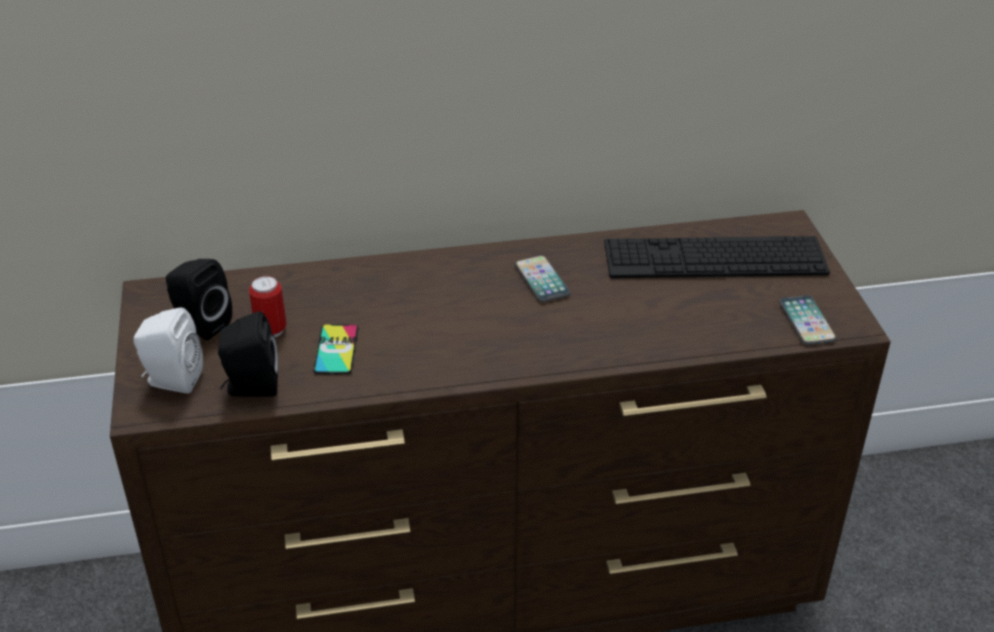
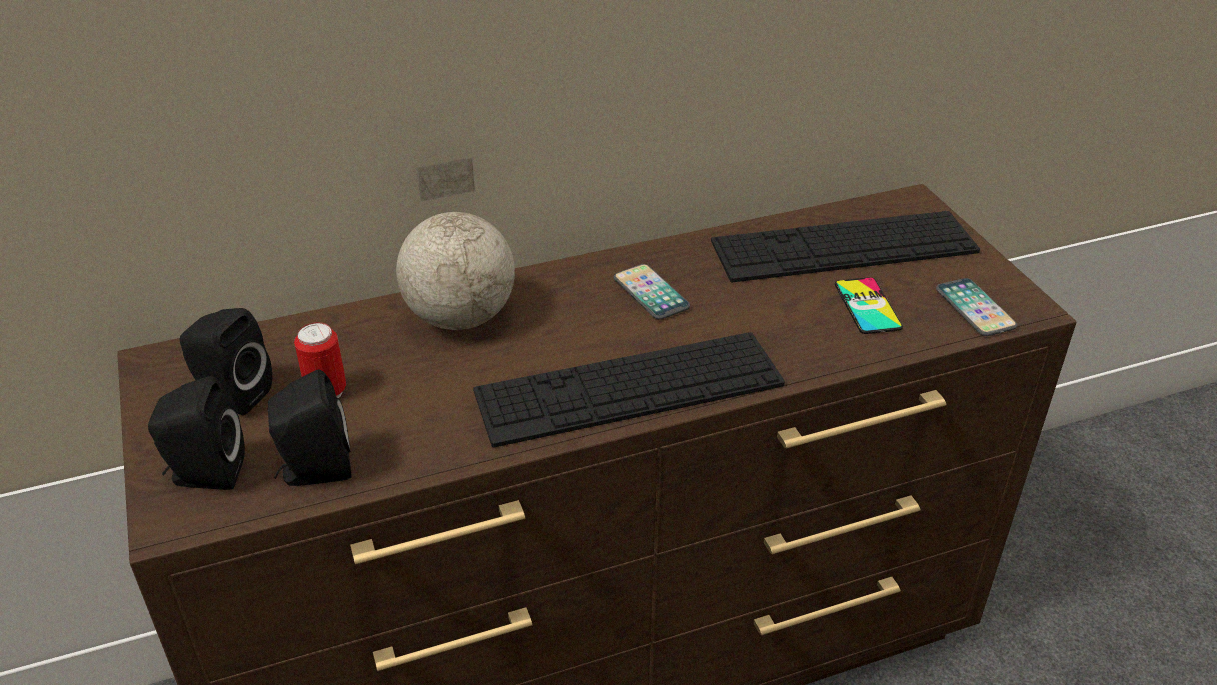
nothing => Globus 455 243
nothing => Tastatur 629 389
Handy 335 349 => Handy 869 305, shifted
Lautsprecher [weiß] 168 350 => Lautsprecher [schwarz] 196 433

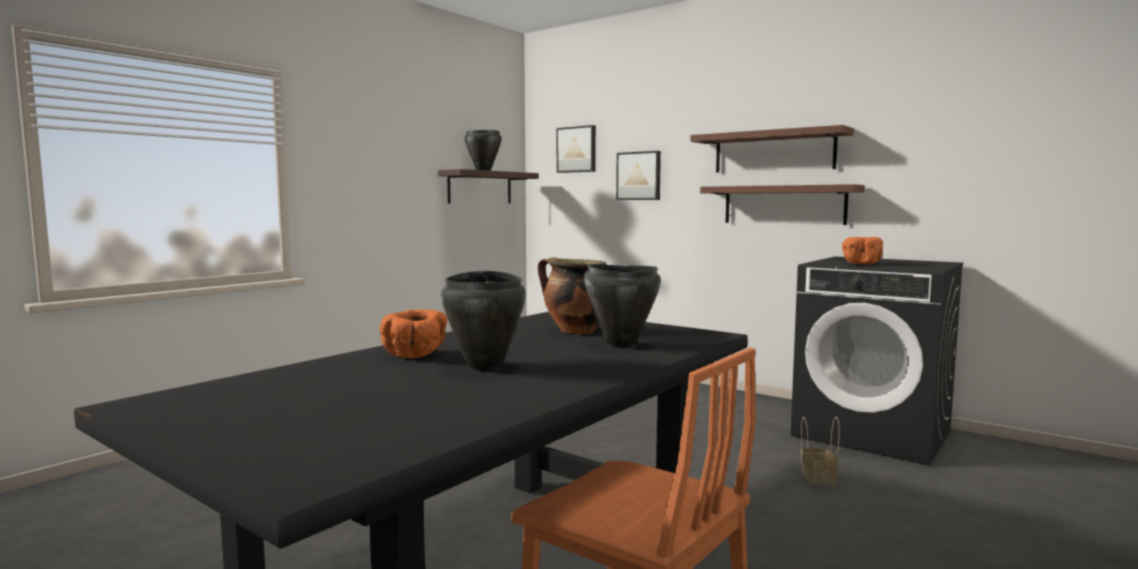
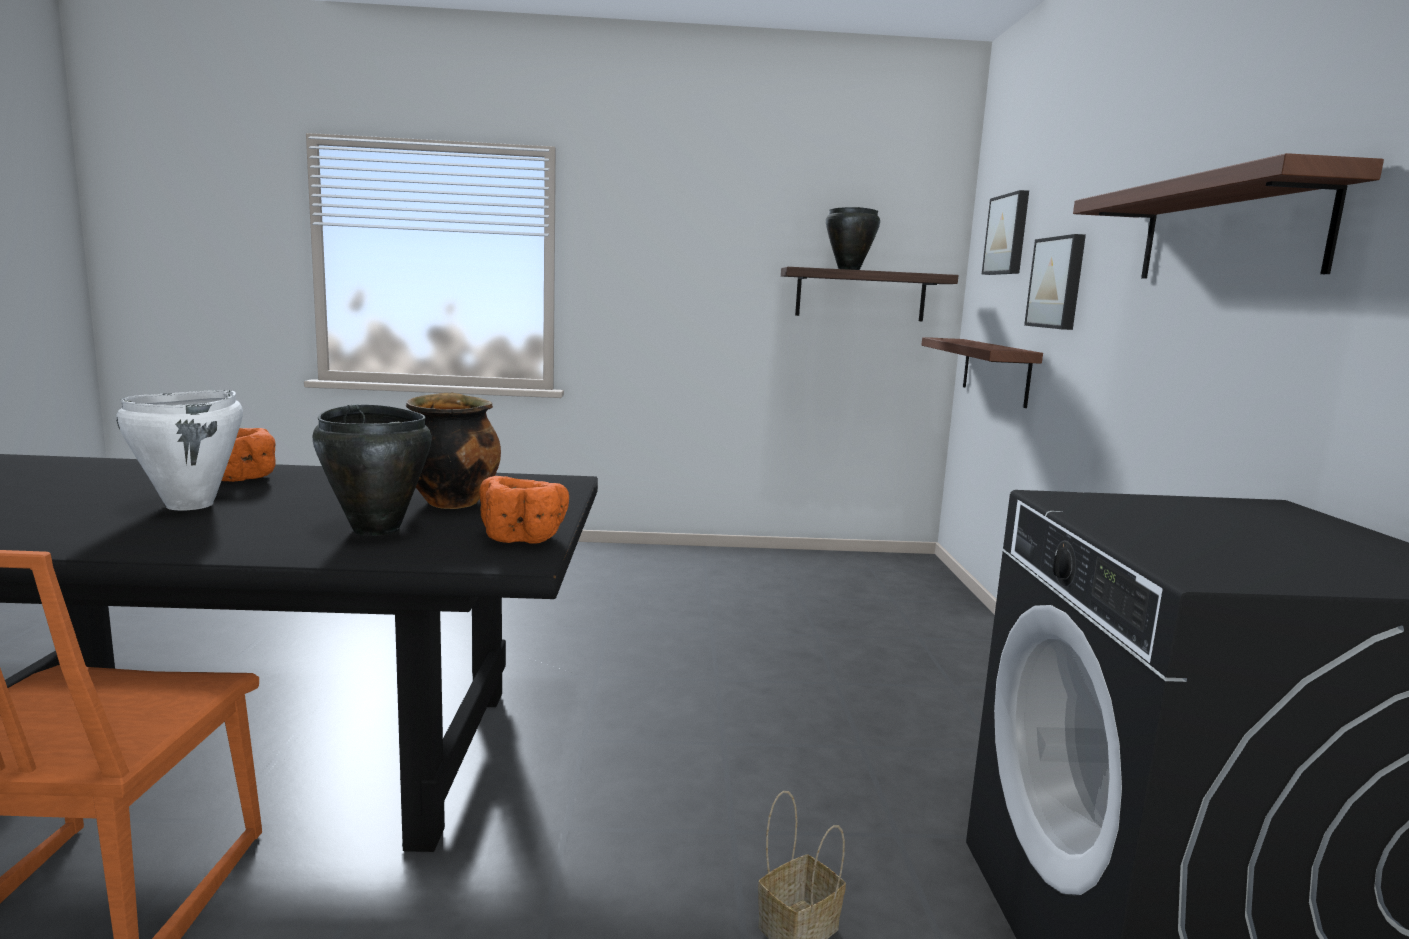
Wandregal 782 204 => Wandregal 982 372, shifted
Schüssel [orange] 862 250 => Schüssel [orange] 524 510, shifted
Kochtopf [schwarz] 483 320 => Kochtopf [weiß] 179 450

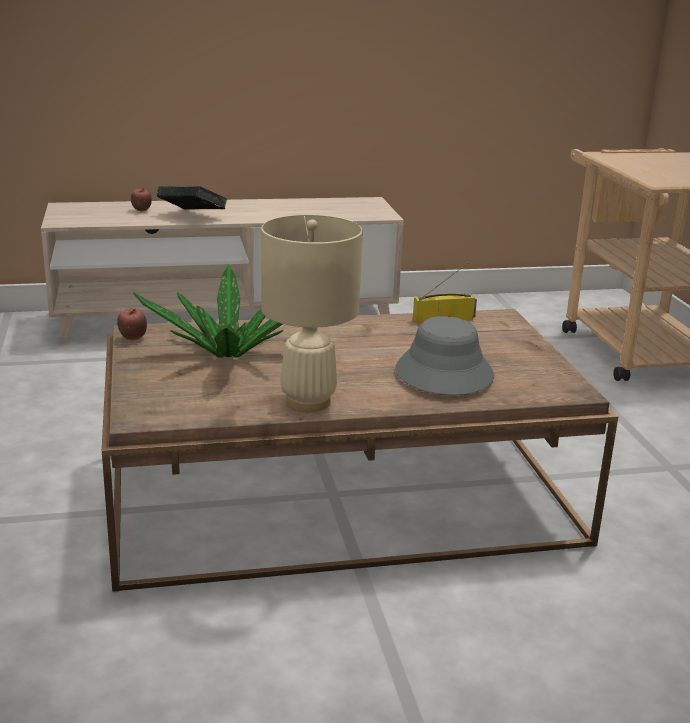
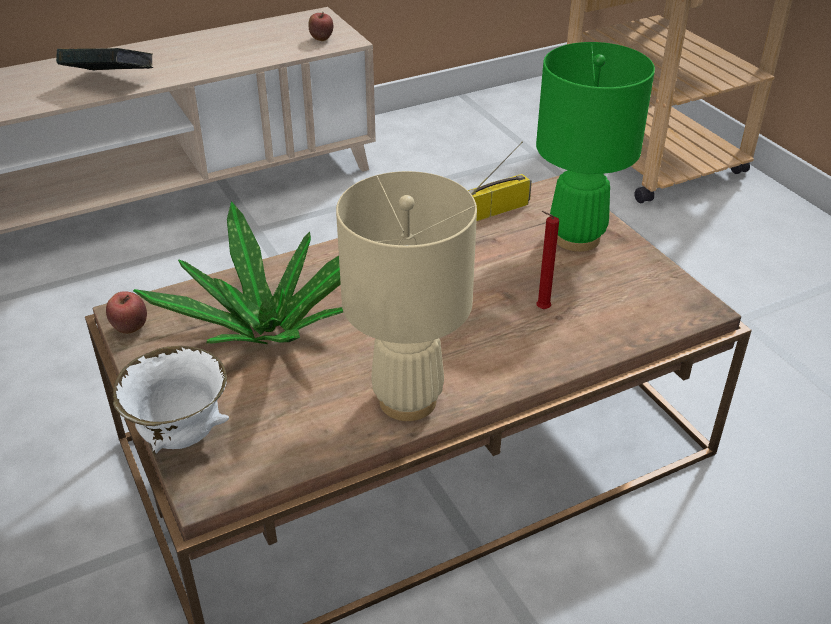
nothing => Schüssel [weiß] 171 400
nothing => Tischlampe [grün] 595 147
Apfel 141 199 => Apfel 320 26, shifted
Hut [grau] 444 355 => Kerze [rot] 547 260

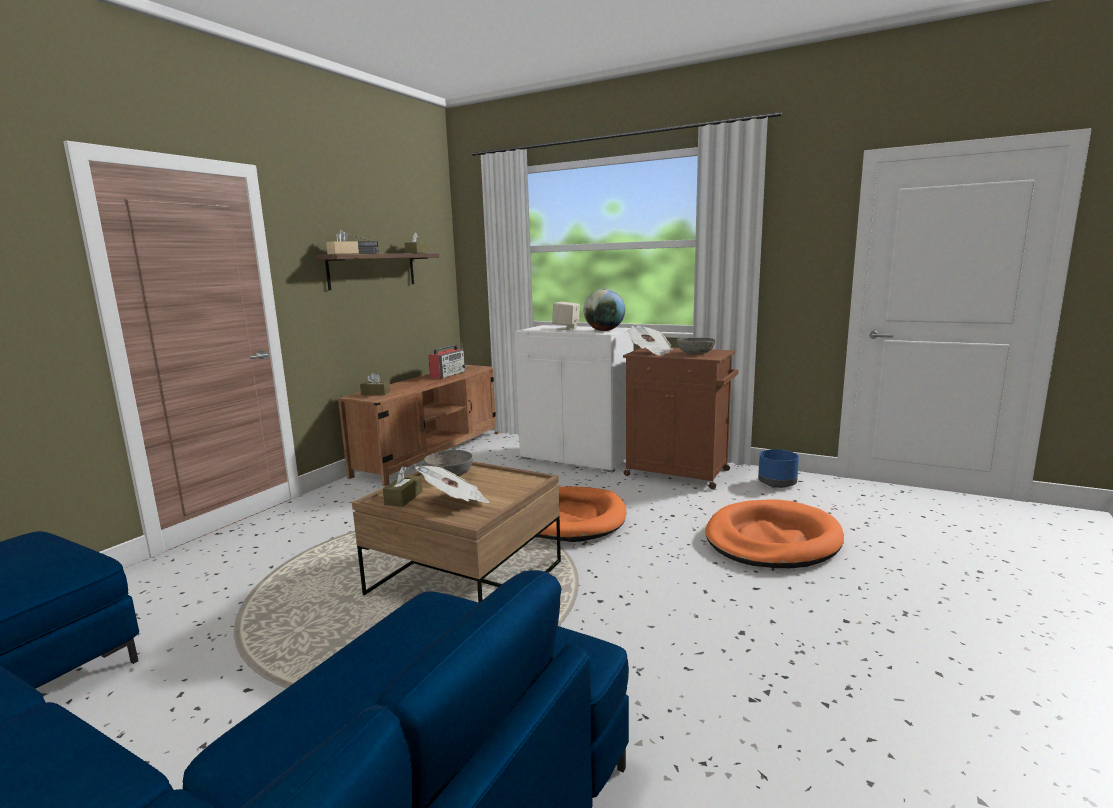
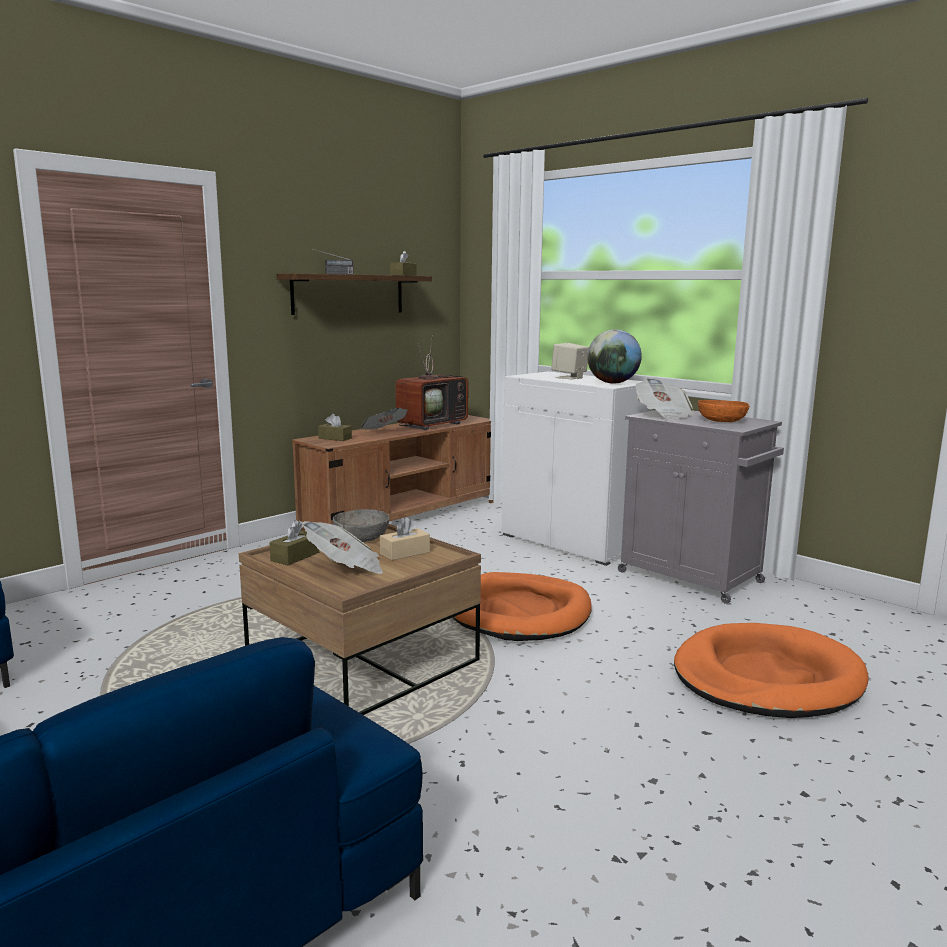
Pflanzkübel [blau] 778 468 => nothing
nothing => Zeitung 384 418
Taschentuchbox [beige] 342 242 => Taschentuchbox [beige] 405 538, shifted
Radio 447 361 => Fernseher 431 382
Schrank [braun] 680 418 => Schrank [grau] 701 507
Schüssel [grau] 696 346 => Schüssel [orange] 723 411

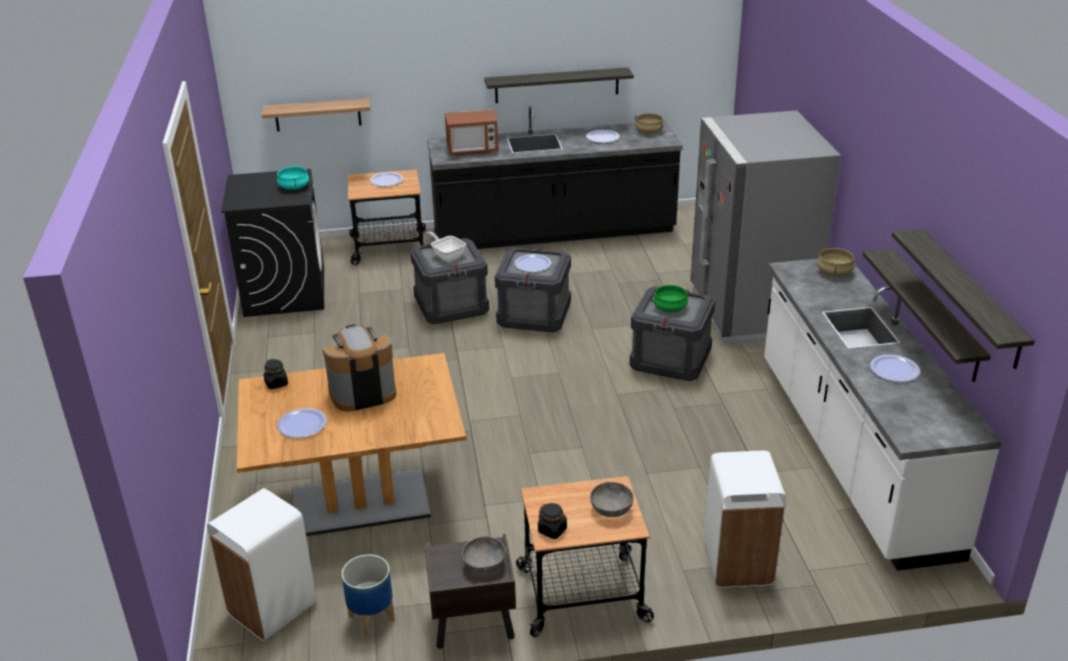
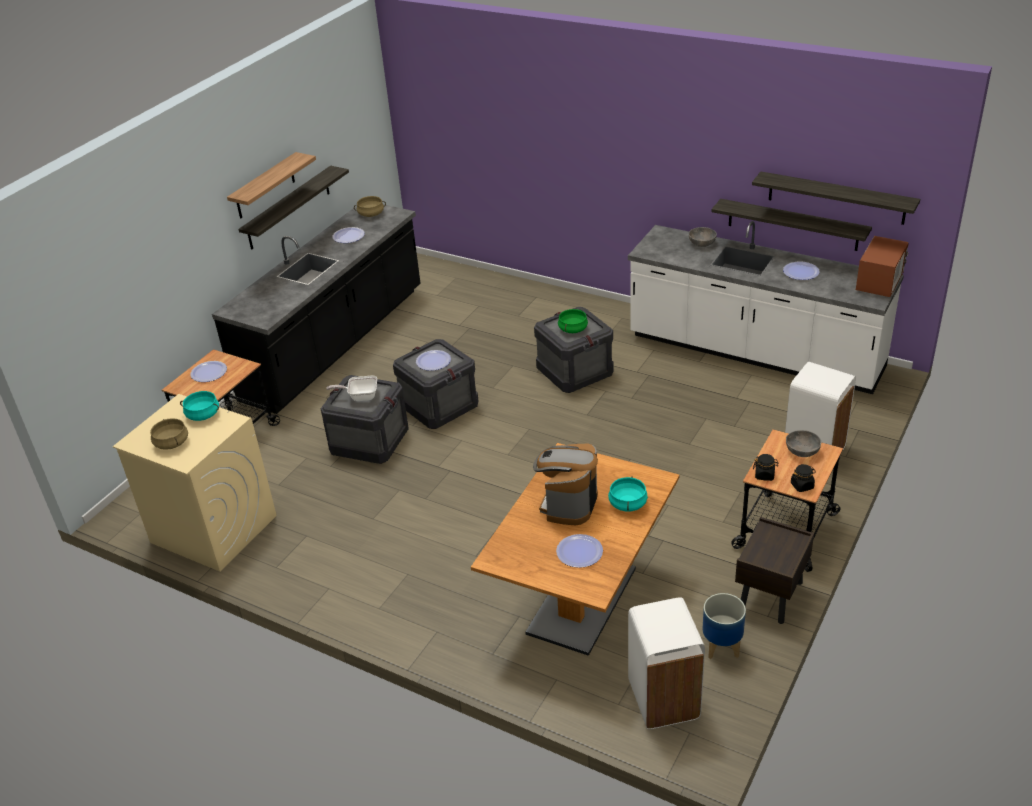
Kühlschrank [grau] 766 227 => nothing
nothing => Kochtopf [türkis] 628 494
Wandregal 316 115 => Wandregal 271 185, shifted
Vorratsglas [schwarz] 276 374 => Vorratsglas [schwarz] 765 467, shifted
Mikrowelle 471 132 => Mikrowelle 882 266, shifted
Schüssel [grau] 484 555 => Schüssel [grau] 703 237, shifted
Kochtopf [beige] 836 262 => Kochtopf [beige] 169 434, shifted
Waschmaschine [schwarz] 272 243 => Waschmaschine [beige] 194 482

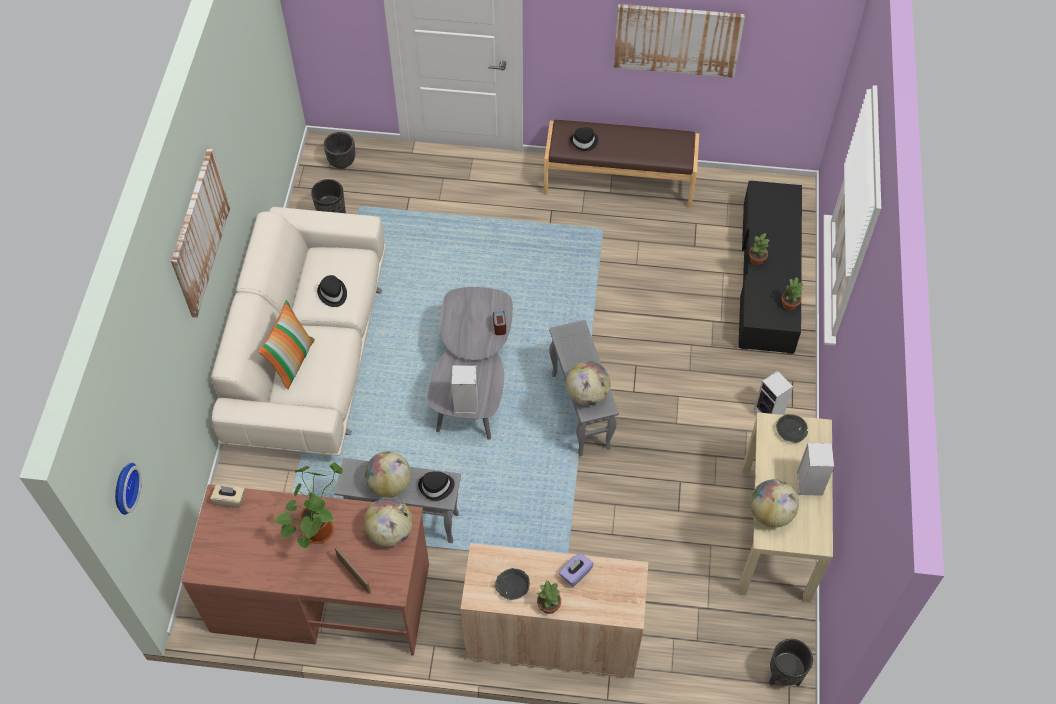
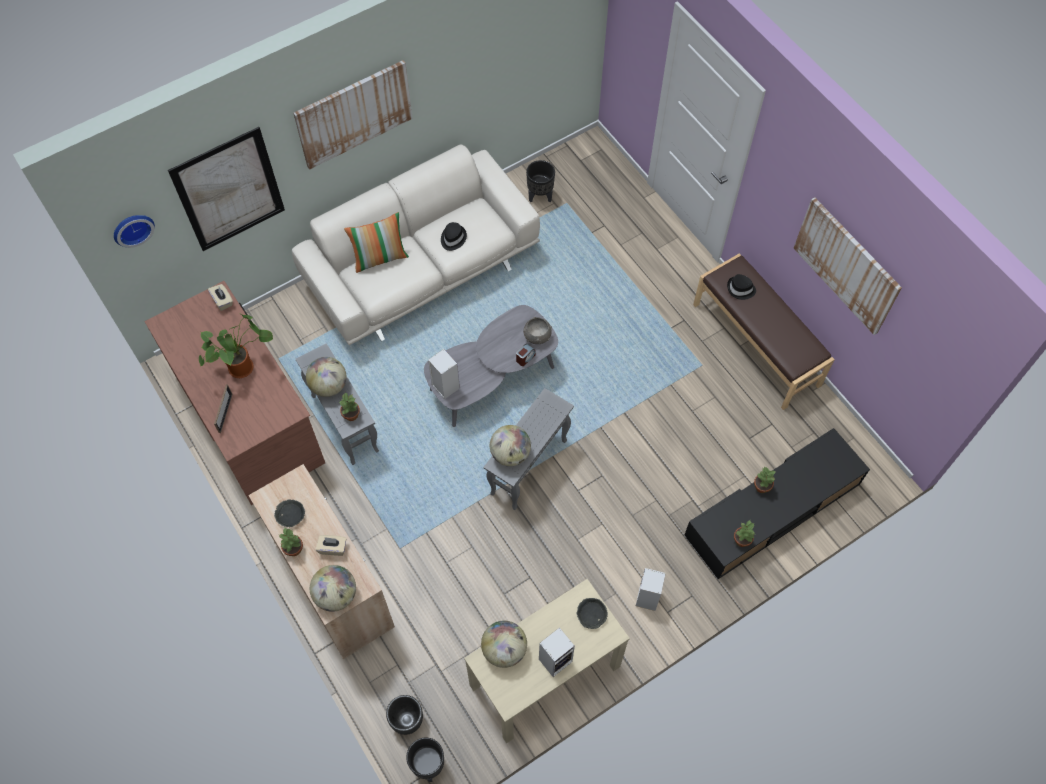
nothing => Bild 226 189
nothing => Schüssel [grau] 537 330
Pflanzkübel [schwarz] 339 150 => Pflanzkübel [schwarz] 404 715, shifted
Globus 388 522 => Globus 333 588, shifted
Hut [schwarz] 436 486 => Topfpflanze 349 406
Taschentuchbox [lila] 576 570 => Taschentuchbox [beige] 331 545

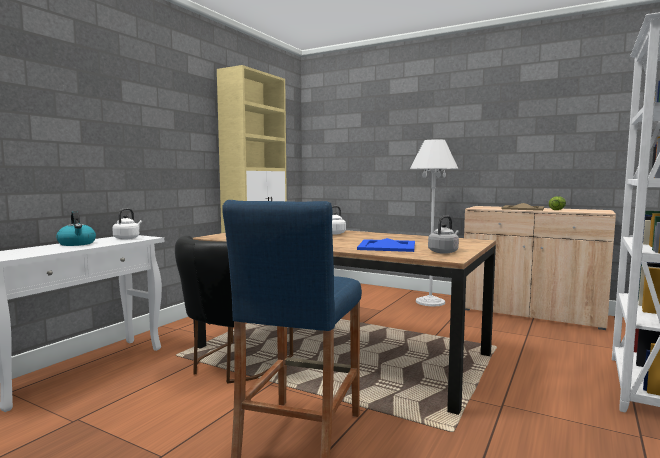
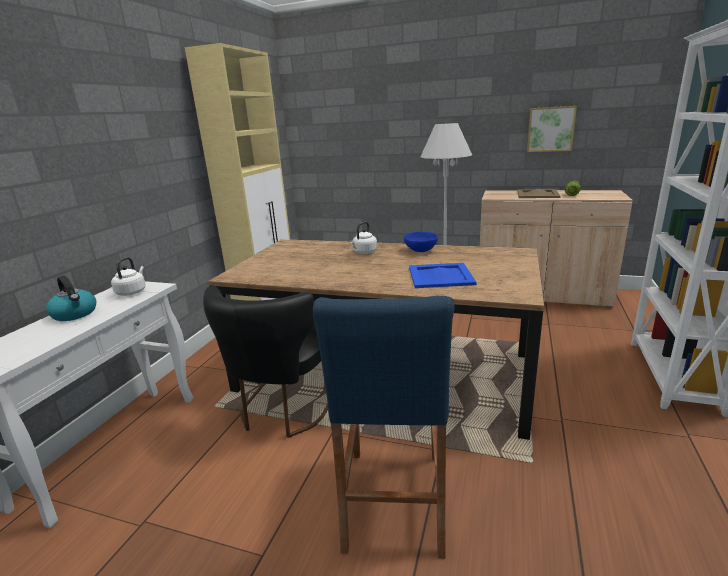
Wasserkessel [grau] 443 235 => nothing
nothing => Schüssel [blau] 421 242
nothing => Bild 552 129

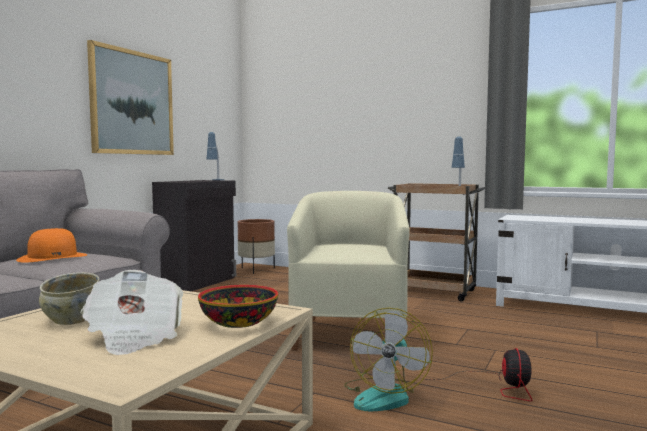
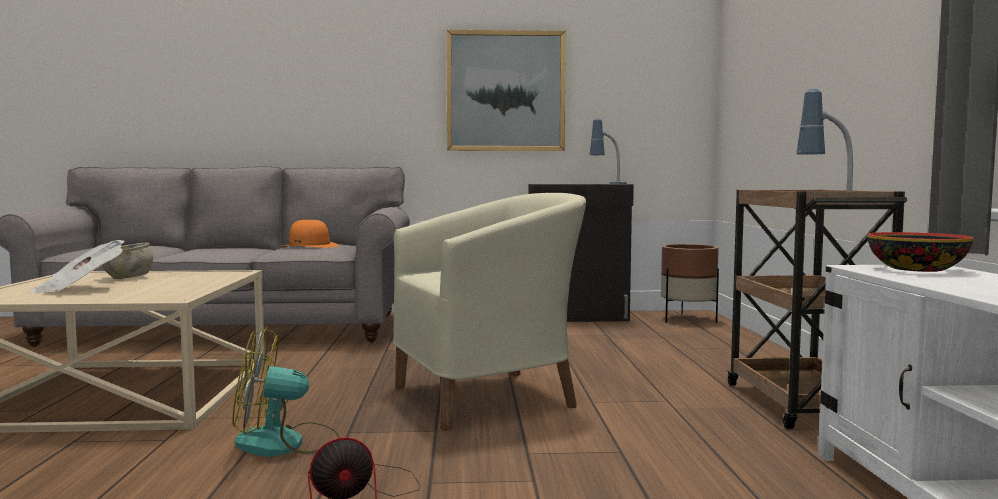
Schüssel 238 306 => Schüssel 920 252, shifted

